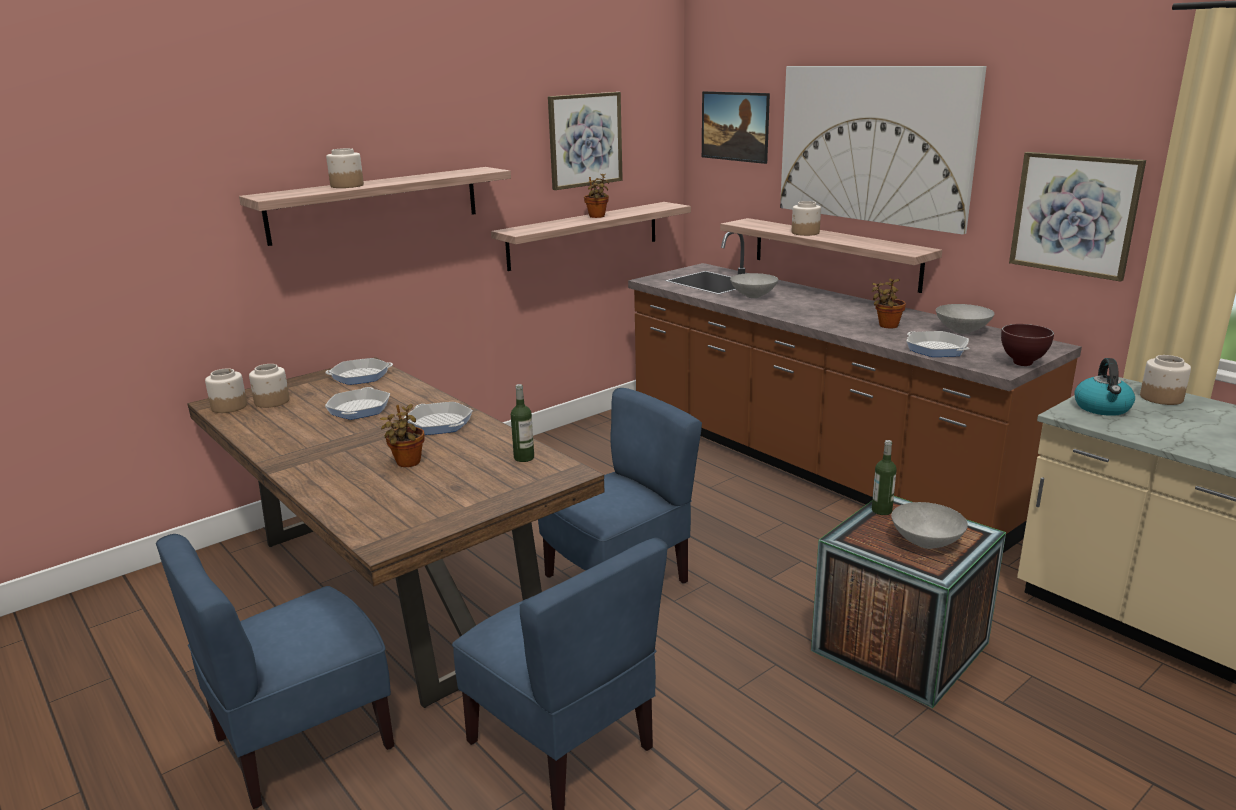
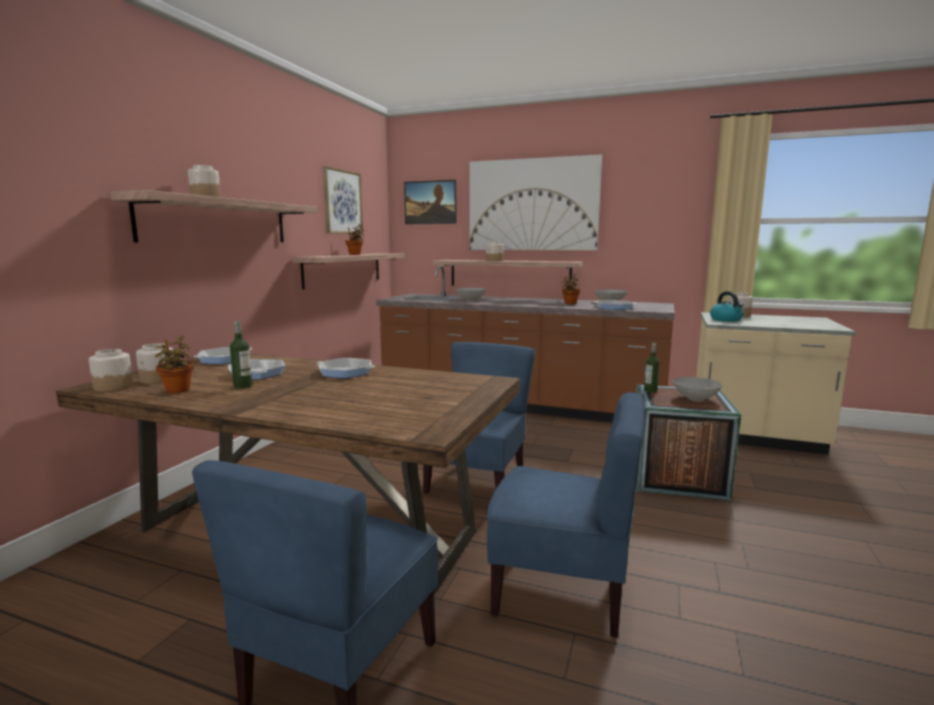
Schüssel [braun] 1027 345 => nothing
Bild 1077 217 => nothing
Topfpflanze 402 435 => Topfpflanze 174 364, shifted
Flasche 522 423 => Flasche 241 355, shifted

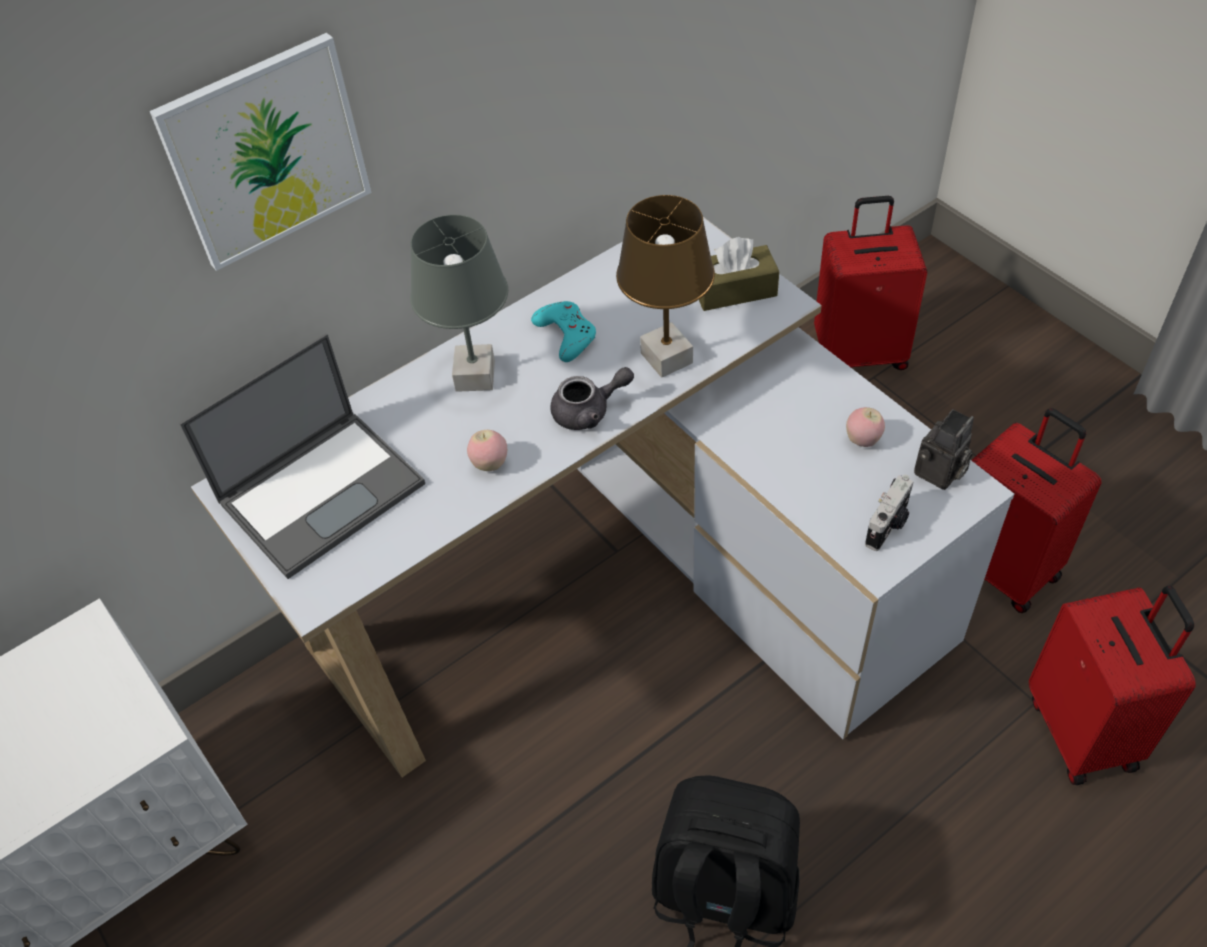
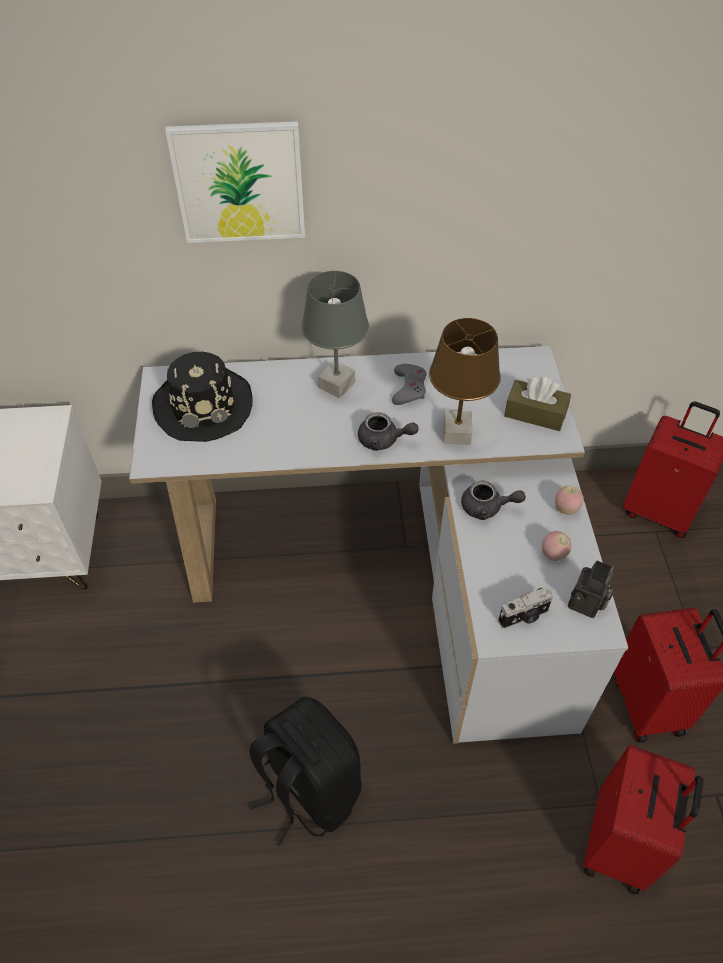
nothing => Teekanne [grau] 493 500
Apfel 487 450 => Apfel 569 500, shifted
Laptop 302 456 => Hut [schwarz] 202 397
Gamepad [türkis] 563 331 => Gamepad [grau] 409 384
Kamera 944 449 => Kamera 591 589, 45 degrees counterclockwise

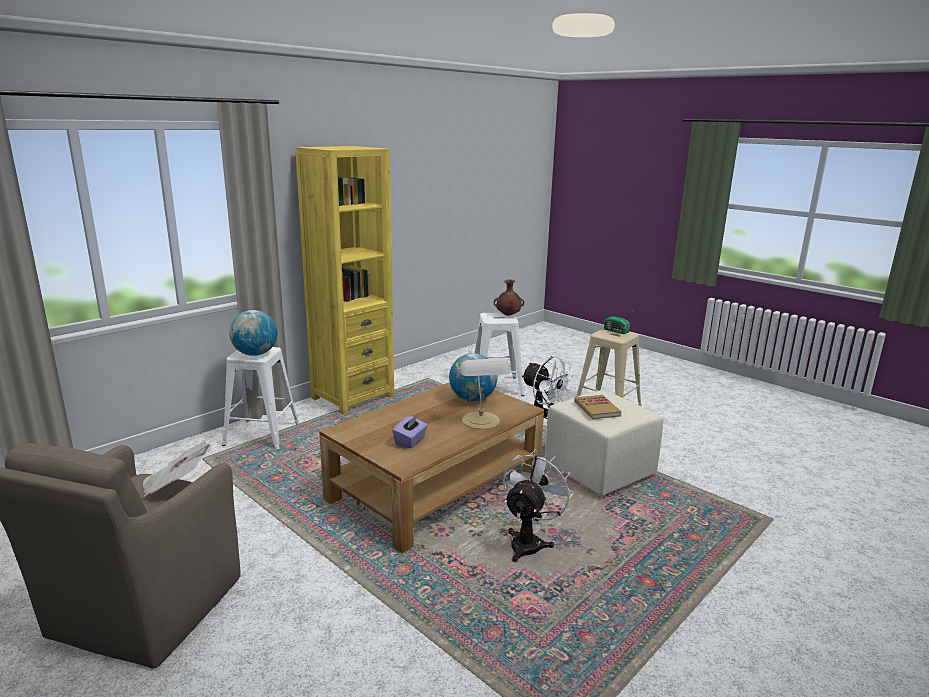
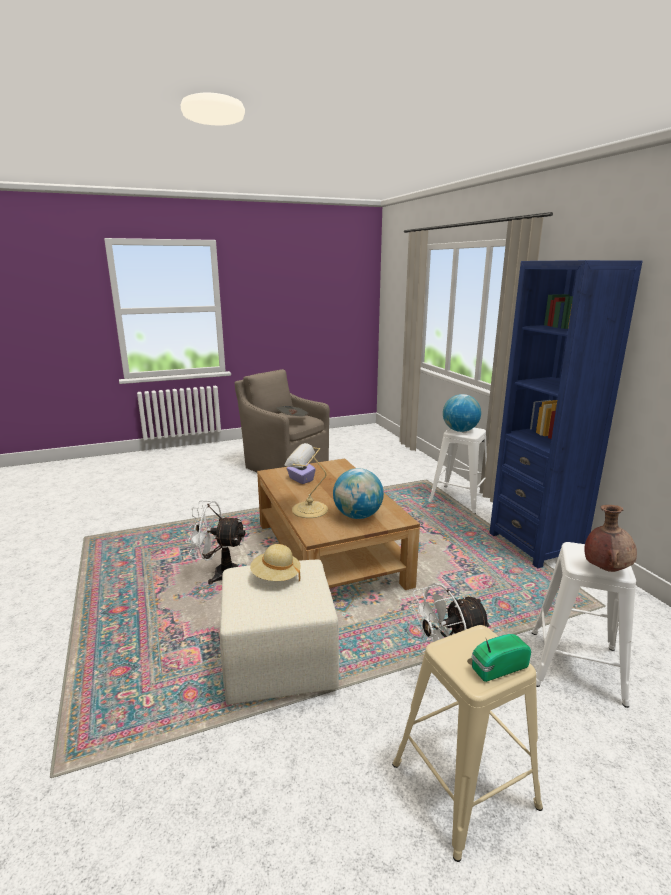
Buch 598 407 => Hut [beige] 275 562
Bücherregal [gelb] 344 280 => Bücherregal [blau] 566 414
Ventilator [weiß] 538 505 => Ventilator [weiß] 216 542, 135 degrees clockwise

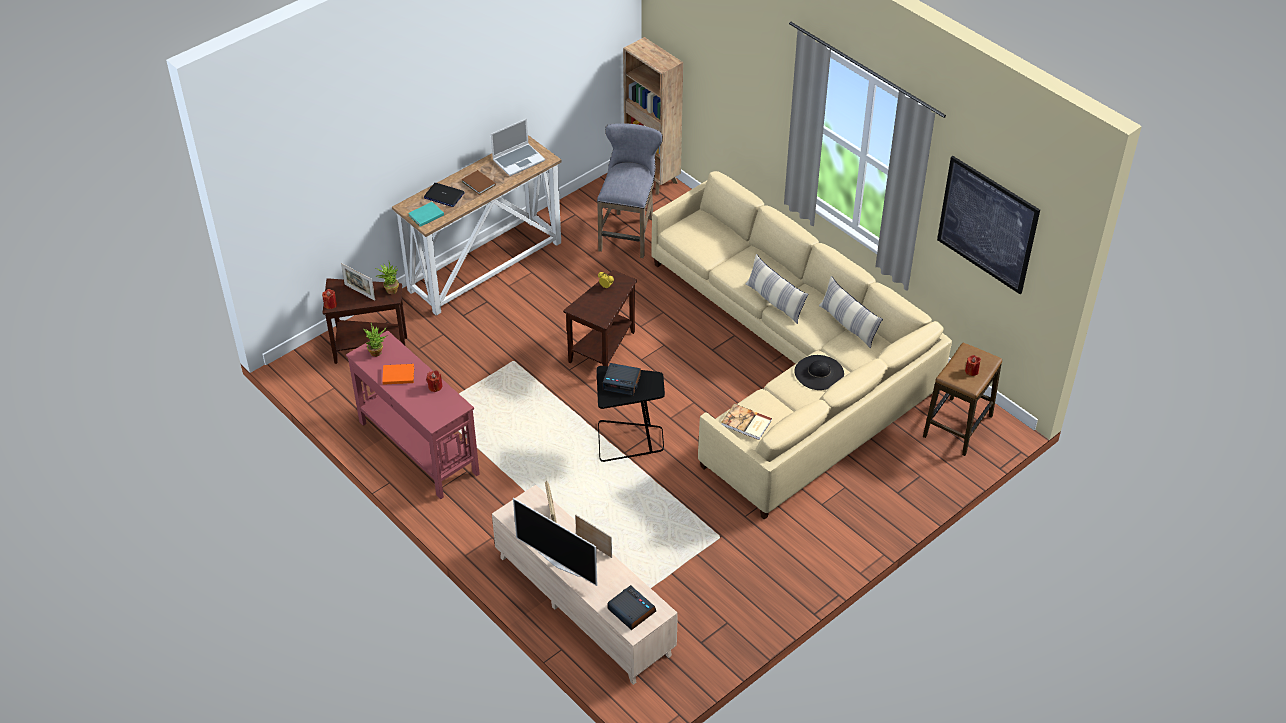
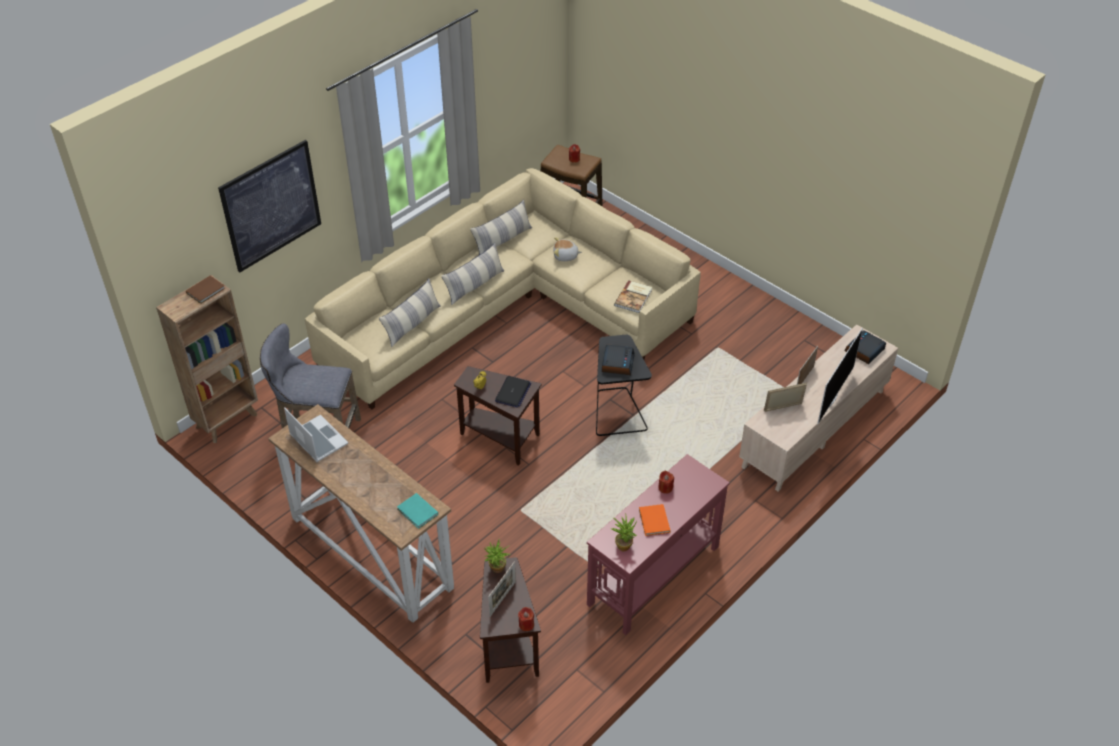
nothing => Kissen 410 313
Laptop 444 195 => Laptop 513 392, shifted
Buch [braun] 478 182 => Buch [braun] 205 290, shifted
Bild 988 225 => Bild 269 206, shifted
Hut [schwarz] 819 372 => Plüschtier 567 249

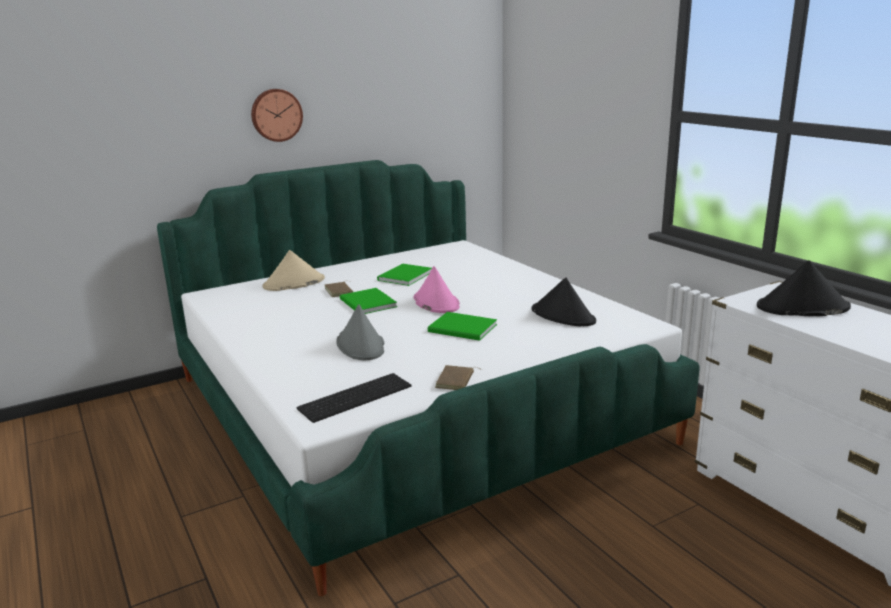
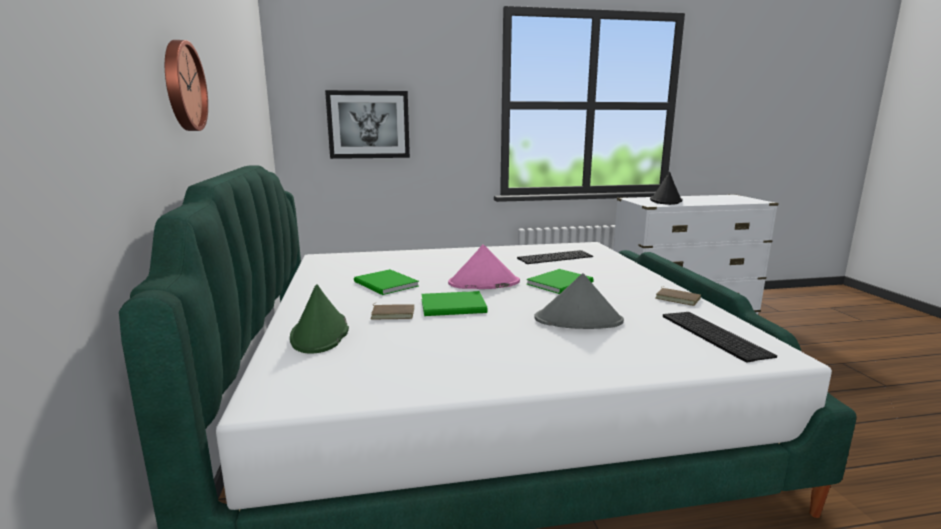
nothing => Bild 367 124
Hut [schwarz] 564 302 => Tastatur 555 257
Hut [beige] 294 270 => Hut [grün] 319 319

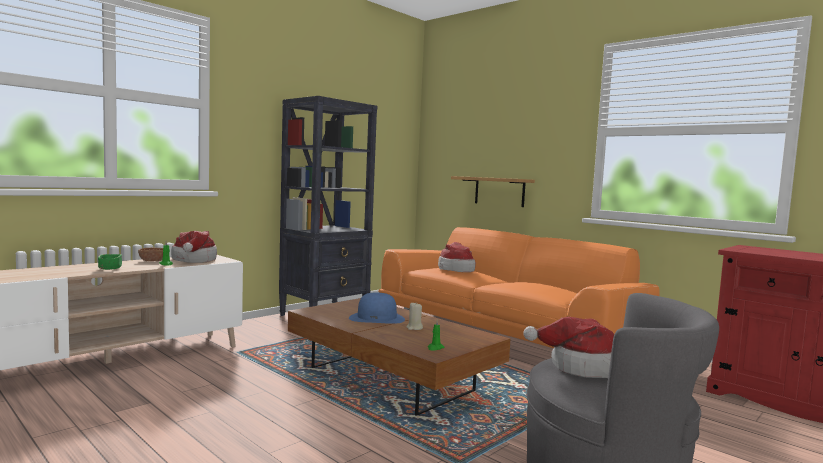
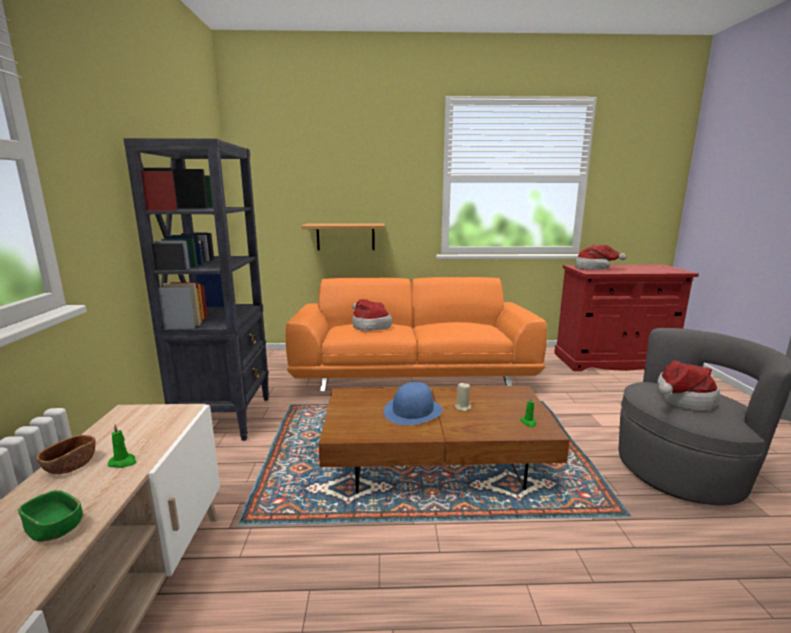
Hut 194 247 => Hut 601 257, shifted

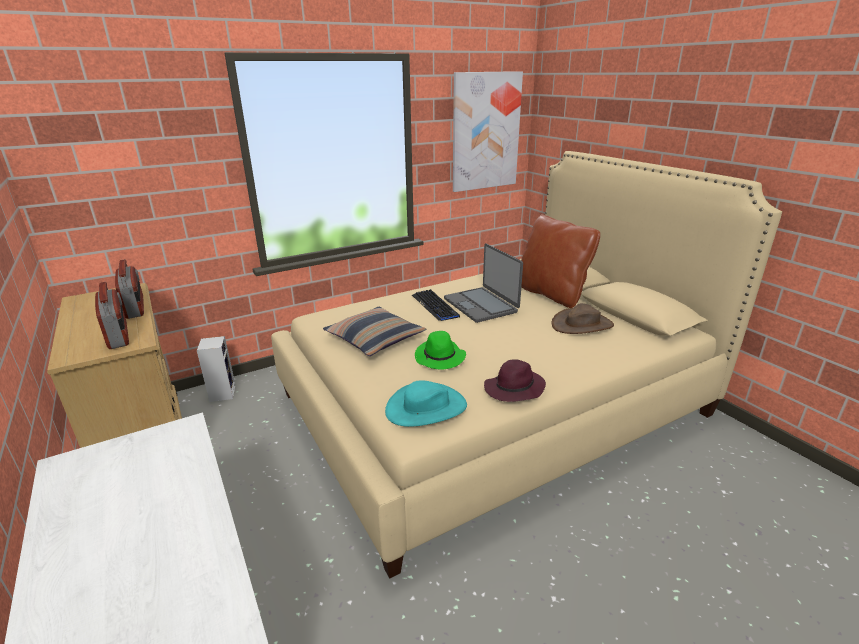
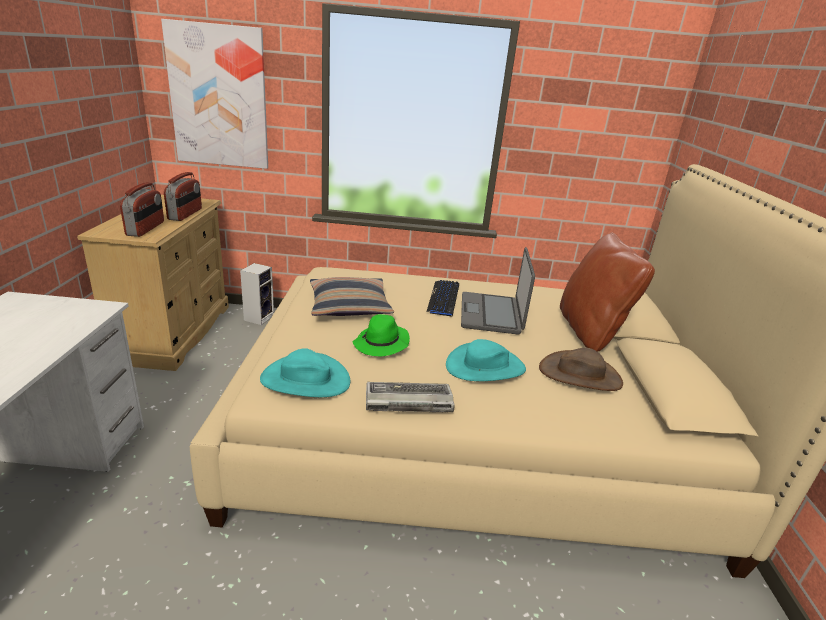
nothing => Hut [türkis] 486 360
Bild 488 131 => Bild 214 94, shifted
Hut [lila] 515 380 => Tastatur 410 397

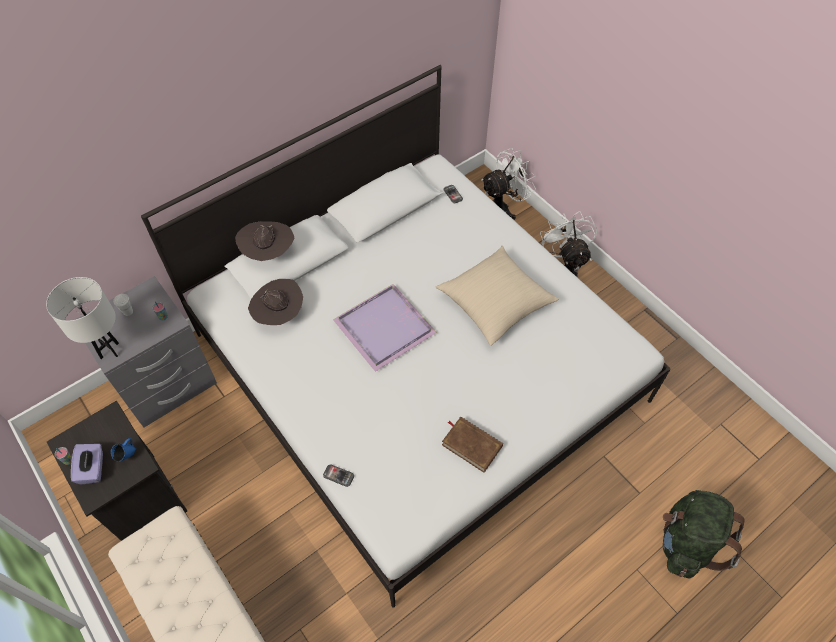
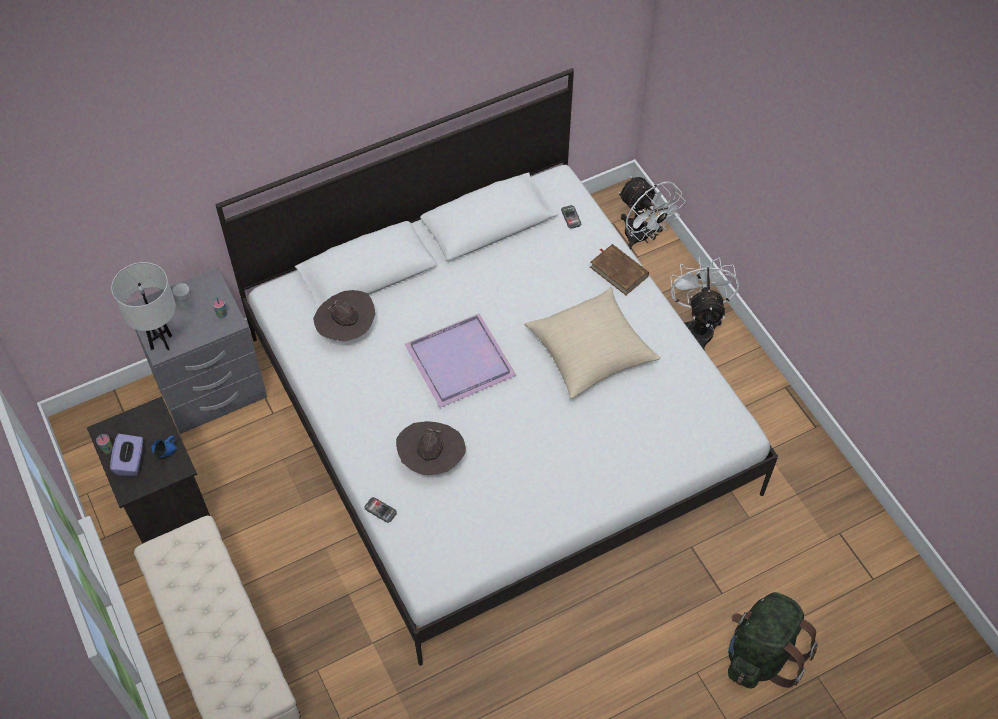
Hut [braun] 264 241 => Hut [braun] 431 448, shifted
Buch [braun] 472 445 => Buch [braun] 619 269, shifted
Ventilator [weiß] 508 184 => Ventilator [weiß] 651 212, 75 degrees clockwise

